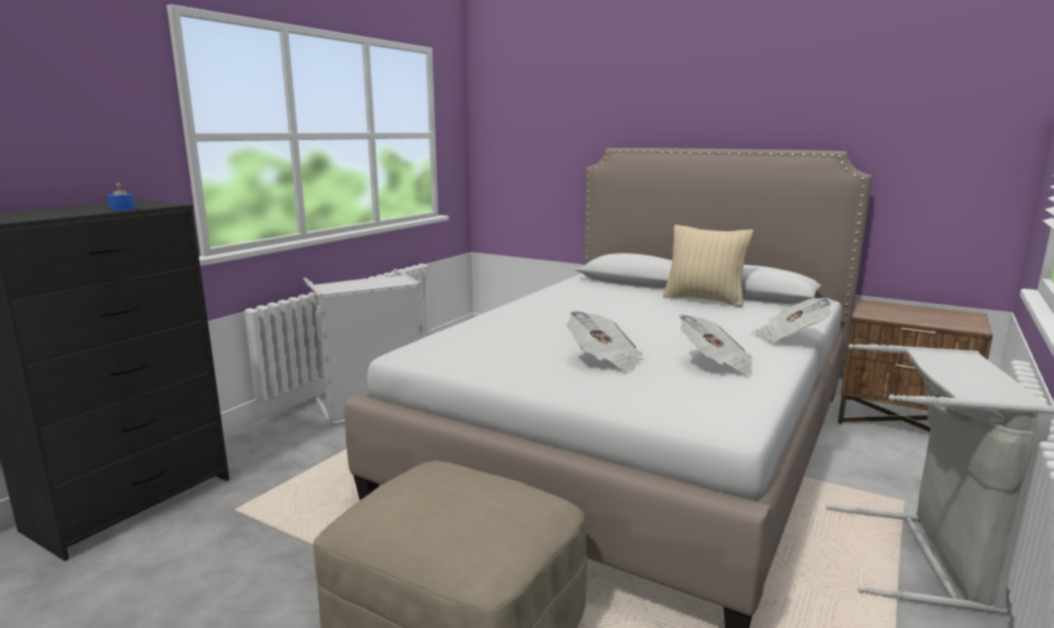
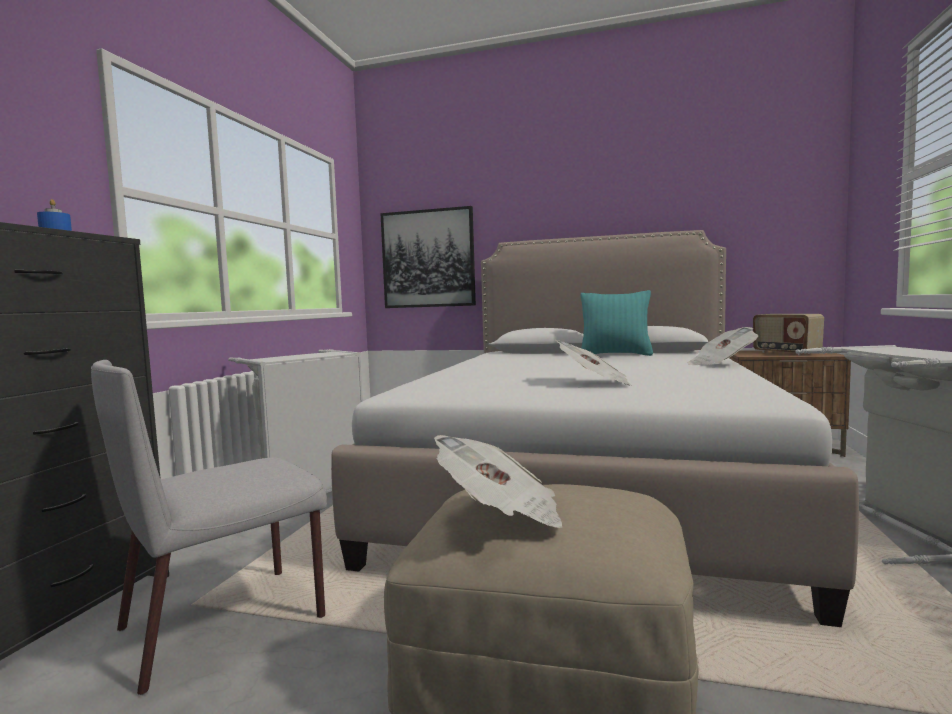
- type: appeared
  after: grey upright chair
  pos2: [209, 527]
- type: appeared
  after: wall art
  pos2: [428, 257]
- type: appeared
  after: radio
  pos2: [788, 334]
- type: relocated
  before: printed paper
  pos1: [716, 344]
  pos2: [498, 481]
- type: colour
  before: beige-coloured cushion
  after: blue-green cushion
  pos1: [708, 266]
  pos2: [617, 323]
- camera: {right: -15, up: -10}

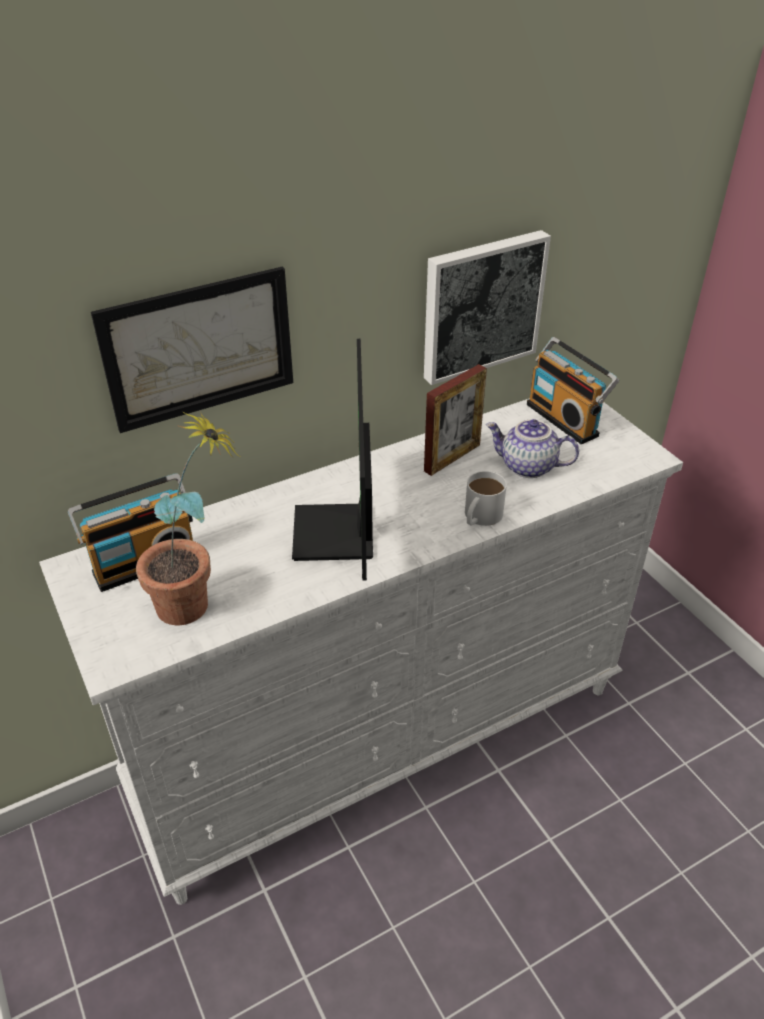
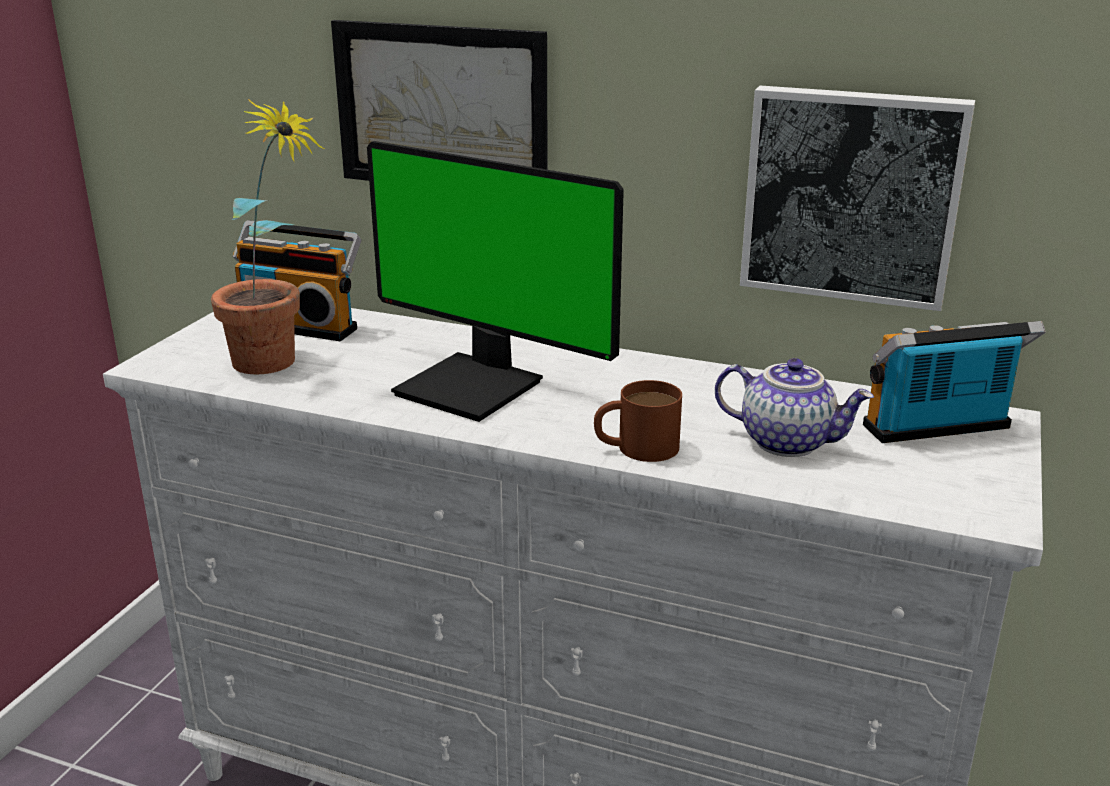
- type: missing
  before: standing frame
  pos1: [455, 420]
- type: colour
  before: white-coloured mug
  after: brown mug
  pos1: [486, 498]
  pos2: [638, 421]
- type: spun
  before: computer display
  pos1: [332, 459]
  pos2: [495, 281]
  turn: -105
- type: spun
  before: tea pot
  pos1: [532, 448]
  pos2: [794, 407]
  turn: 135
- type: spun
  before: radio
  pos1: [573, 390]
  pos2: [954, 382]
  turn: 60
- camera: {right: 50, up: -15}

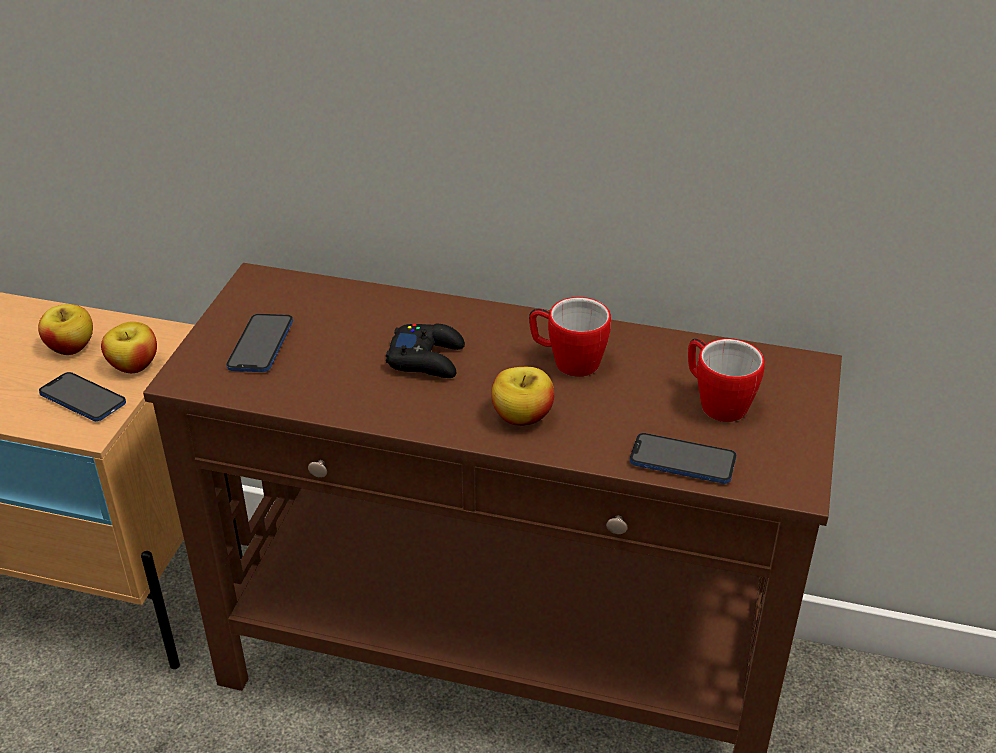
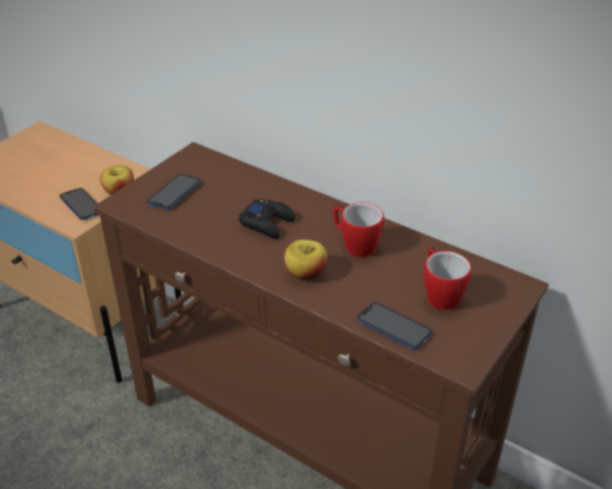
- type: missing
  before: apple
  pos1: [65, 329]
- camera: {right: 20, up: 0}

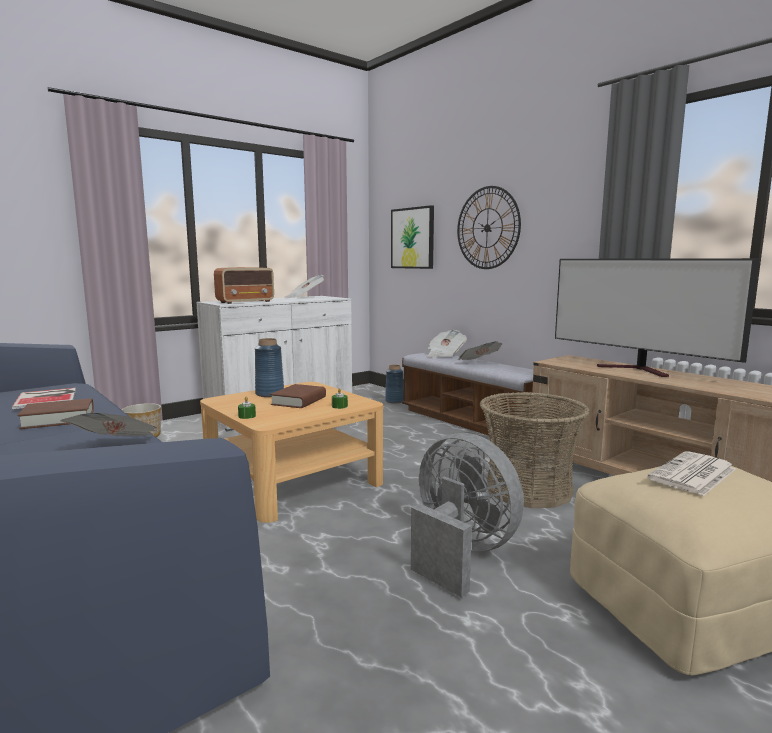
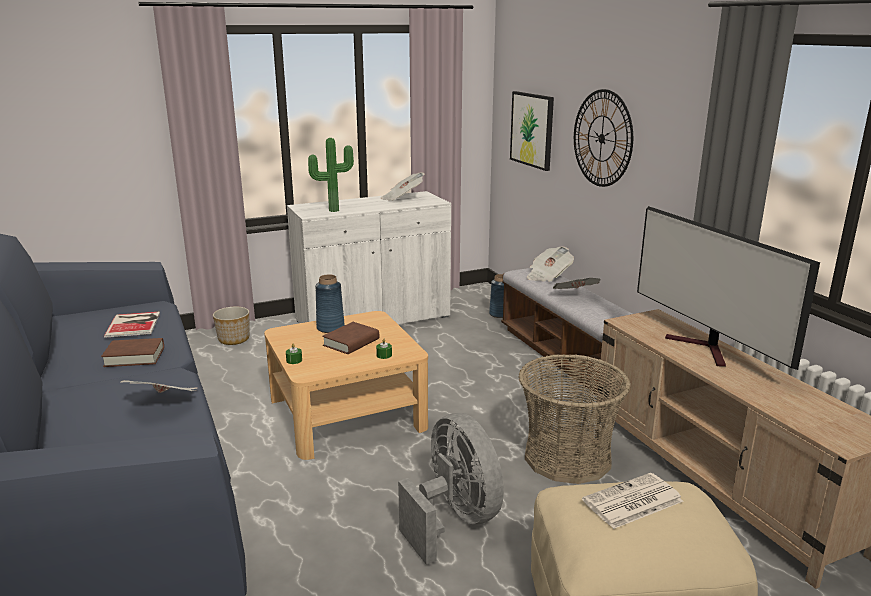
- type: exchanged
  before: radio
  after: potted plant
  pos1: [244, 285]
  pos2: [331, 175]
- camera: {right: 15, up: 10}

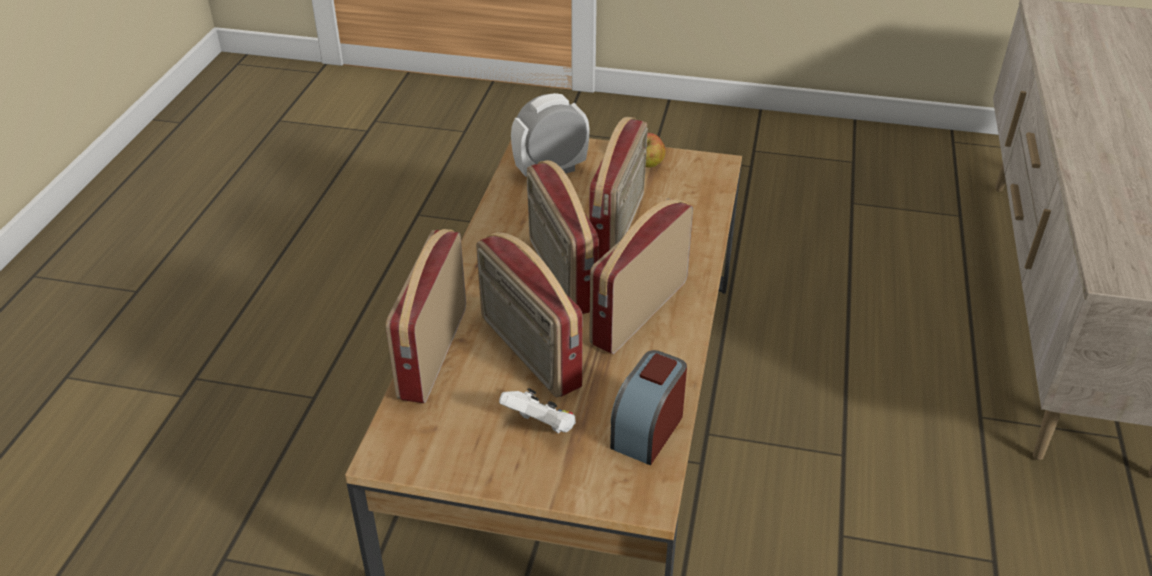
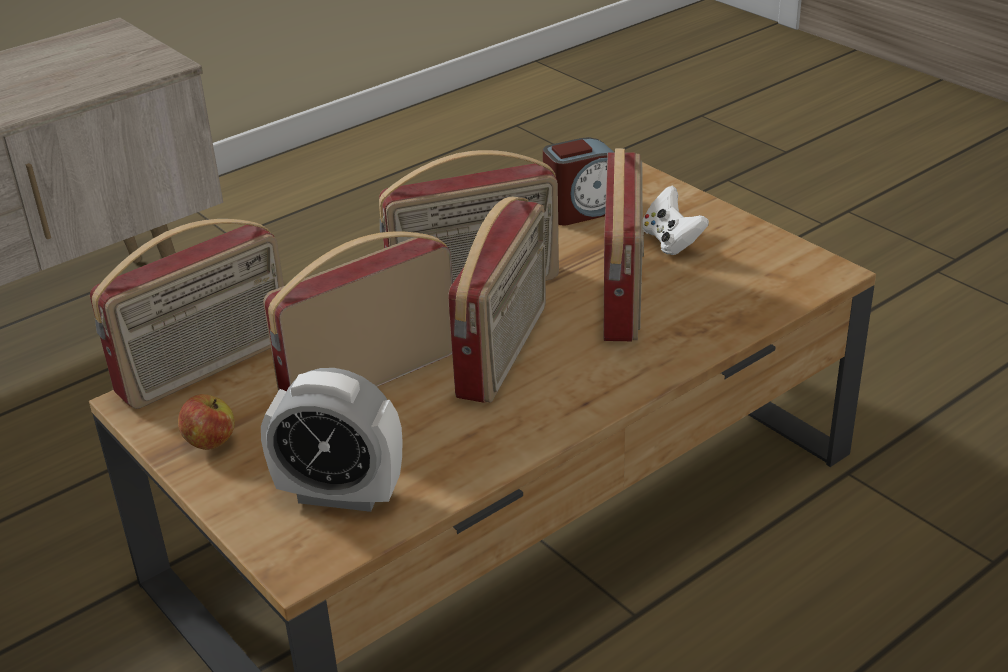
- type: relocated
  before: radio
  pos1: [426, 316]
  pos2: [187, 314]
- camera: {right: -140, up: -5}

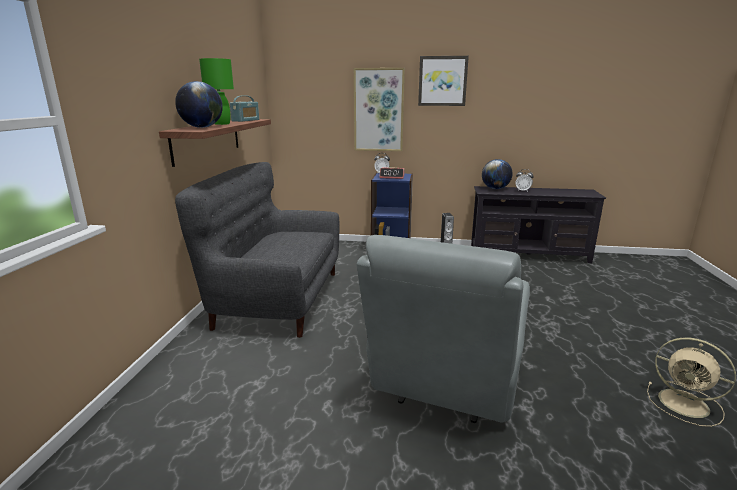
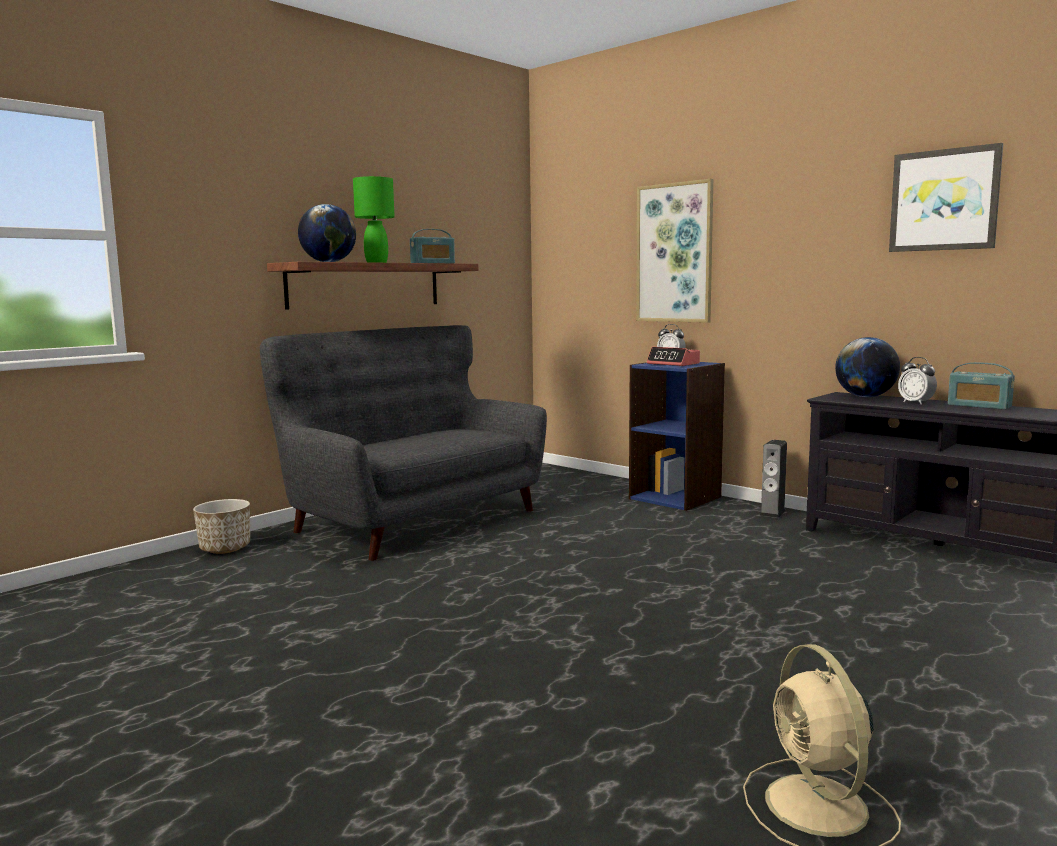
- type: missing
  before: grey lounge chair
  pos1: [443, 329]
- type: appeared
  after: flower pot
  pos2: [221, 526]
- type: appeared
  after: radio
  pos2: [981, 386]
- type: relocated
  before: wall art
  pos1: [443, 81]
  pos2: [946, 197]
- camera: {right: 35, up: -10}

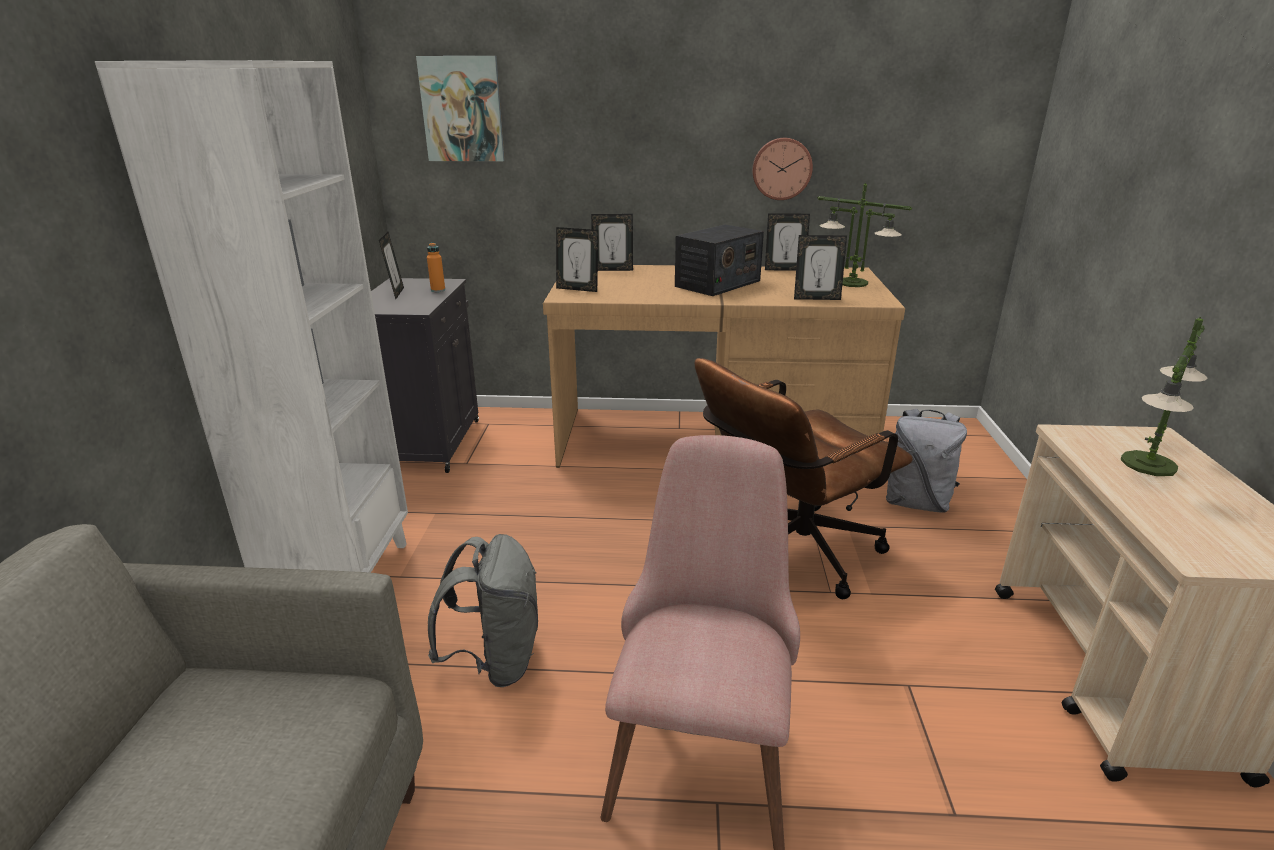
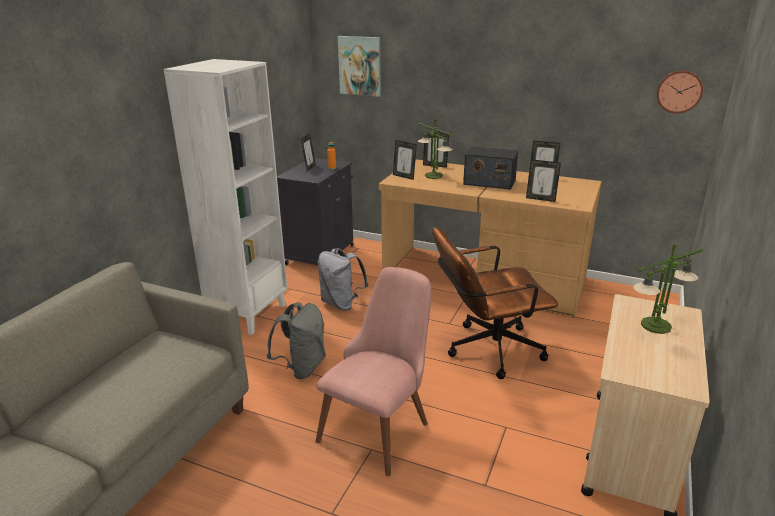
- type: relocated
  before: clock on the wall
  pos1: [782, 169]
  pos2: [680, 92]
- type: relocated
  before: table lamp
  pos1: [864, 235]
  pos2: [435, 148]
- type: relocated
  before: grey backpack
  pos1: [926, 461]
  pos2: [343, 279]
- type: spun
  before: radio
  pos1: [719, 260]
  pos2: [490, 168]
  turn: 45
- camera: {right: 20, up: 0}

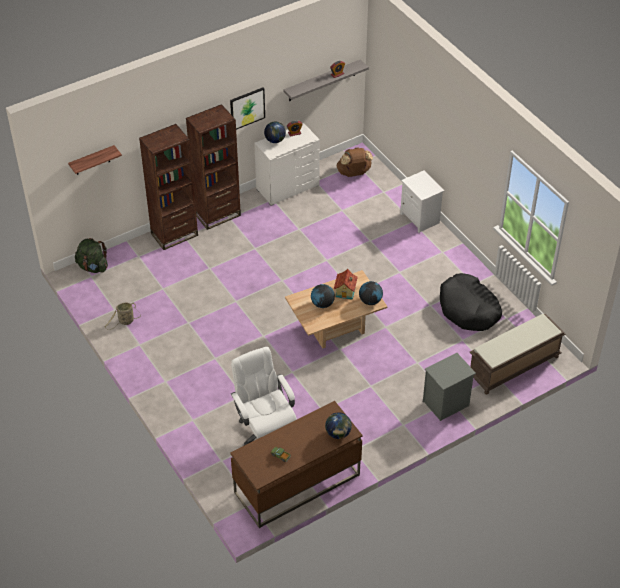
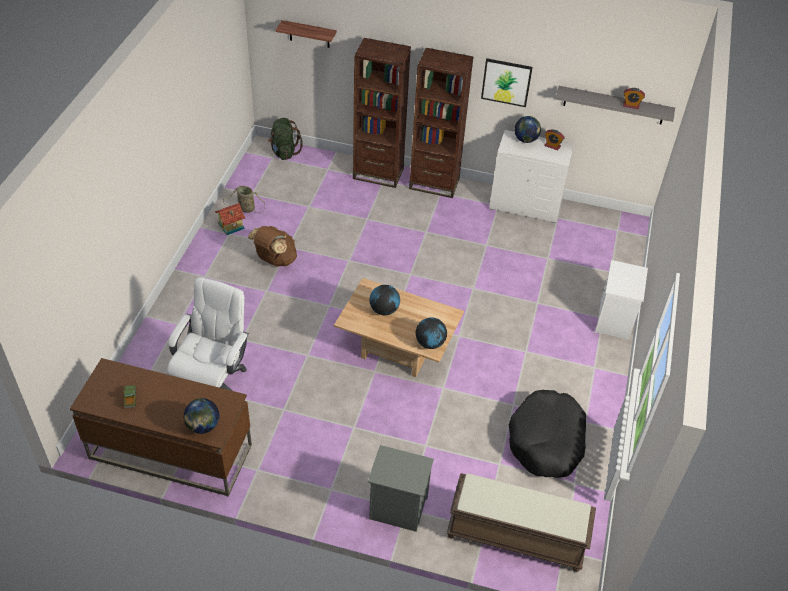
- type: relocated
  before: toy house
  pos1: [346, 284]
  pos2: [230, 219]
- type: relocated
  before: brown backpack
  pos1: [355, 162]
  pos2: [272, 246]
- camera: {right: 45, up: 0}

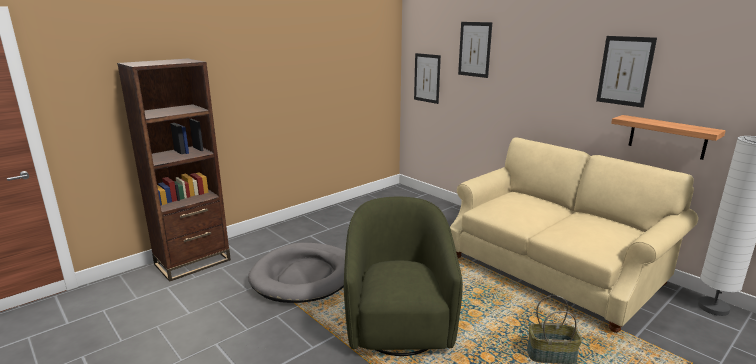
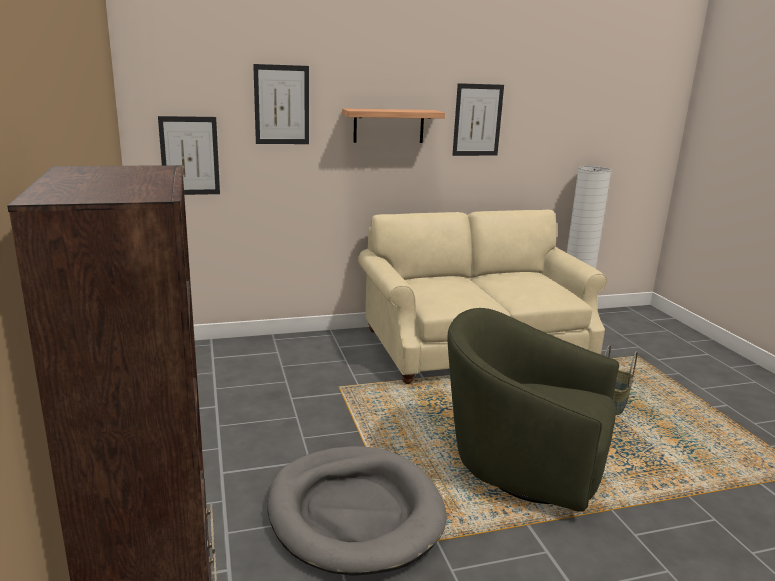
- type: relocated
  before: wall shelf
  pos1: [668, 137]
  pos2: [393, 125]
- camera: {right: -65, up: 0}

